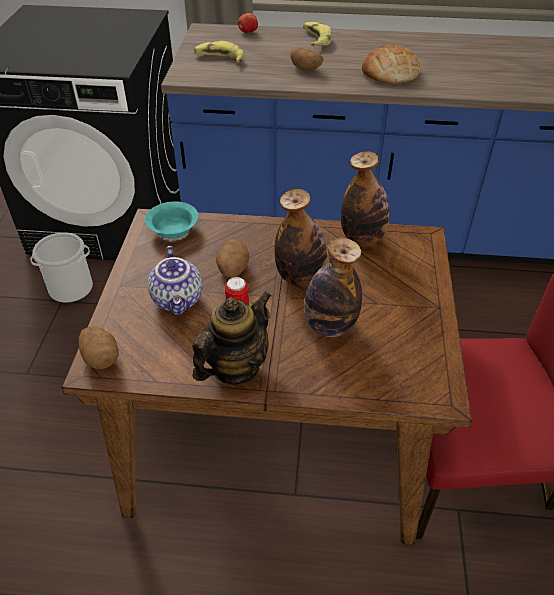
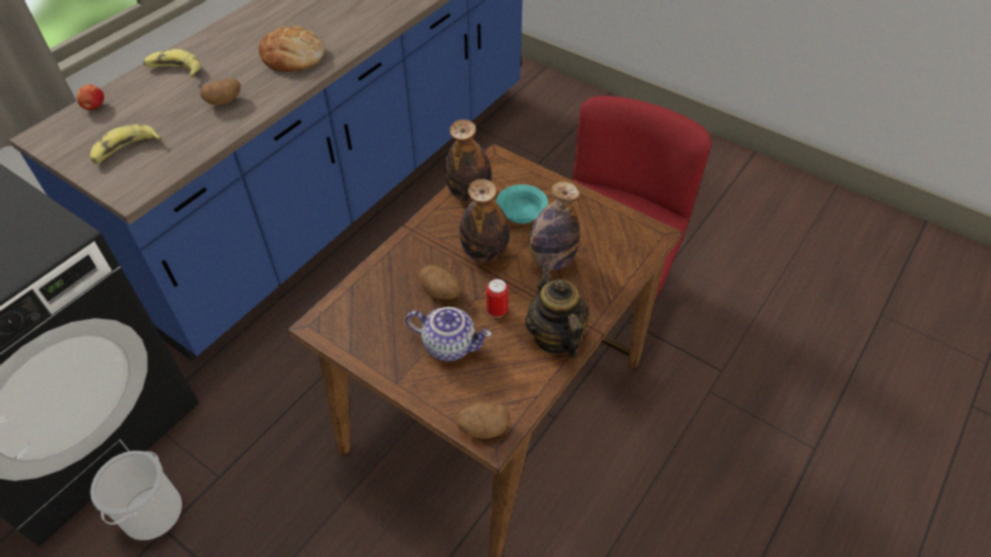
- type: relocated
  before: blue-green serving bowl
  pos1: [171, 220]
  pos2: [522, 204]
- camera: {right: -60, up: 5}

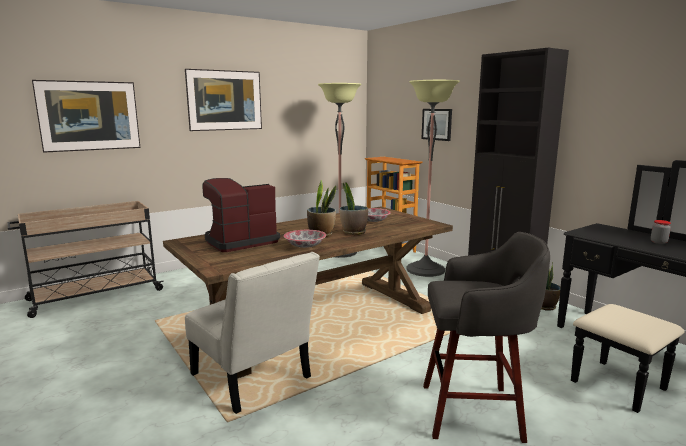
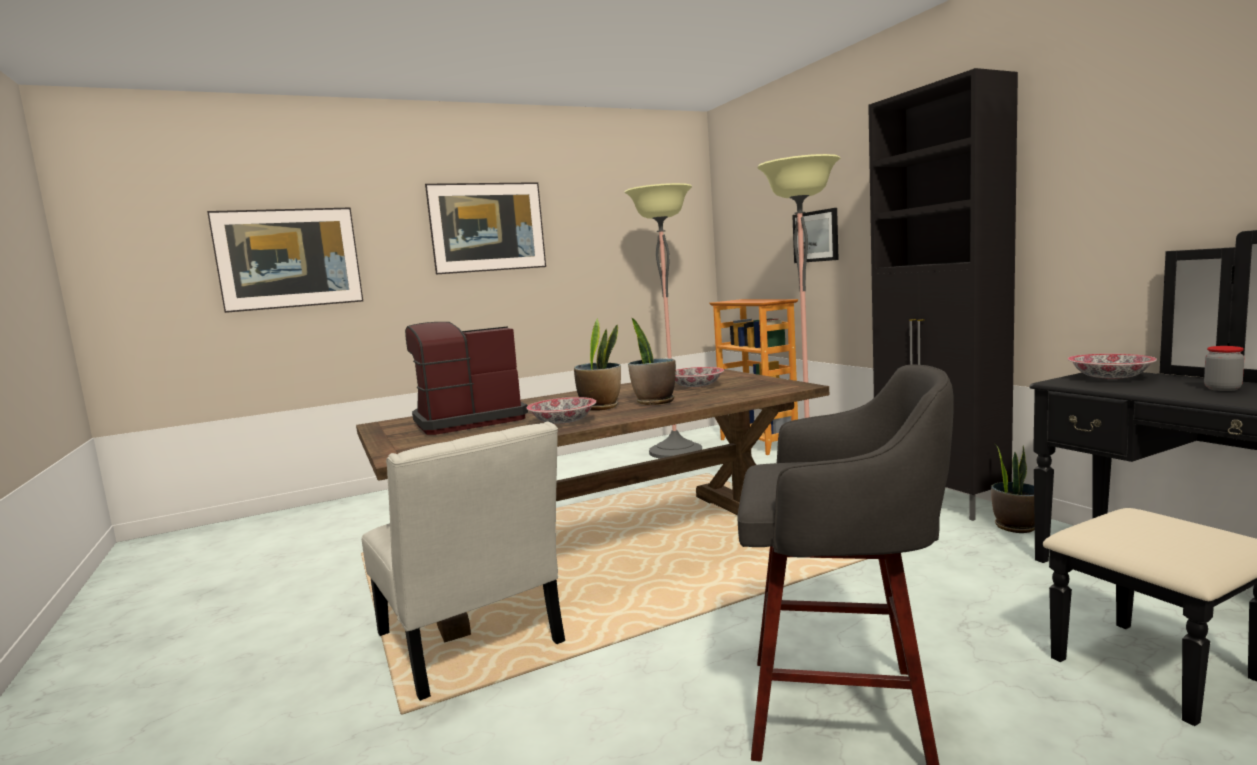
- type: missing
  before: beige-coloured wheeled cart
  pos1: [85, 259]
- type: appeared
  after: serving bowl
  pos2: [1112, 366]
- camera: {right: 10, up: -5}

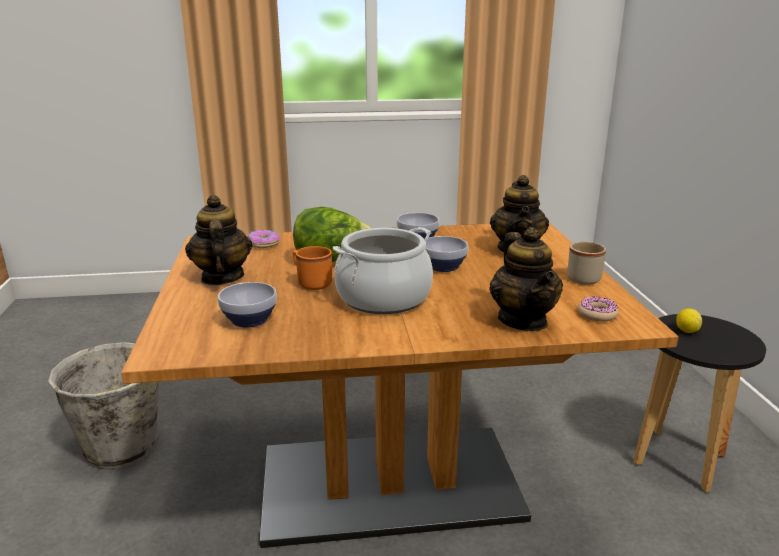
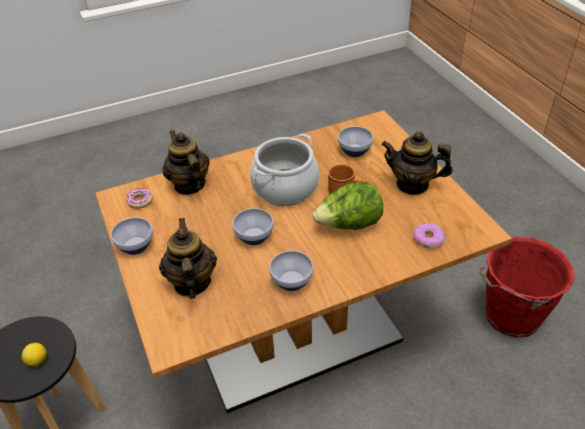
- type: exchanged
  before: beige-coloured mug
  after: serving bowl
  pos1: [586, 263]
  pos2: [132, 236]
- type: colour
  before: grey water bucket
  after: reddish water bucket
  pos1: [103, 406]
  pos2: [526, 287]
- type: spun
  before: tea pot
  pos1: [218, 240]
  pos2: [417, 163]
  turn: 135
- camera: {right: 165, up: 20}

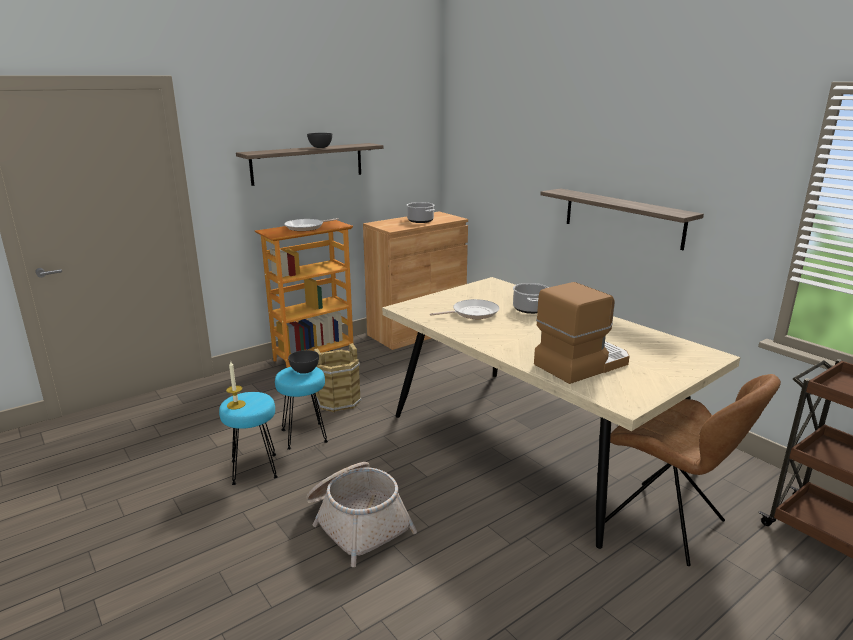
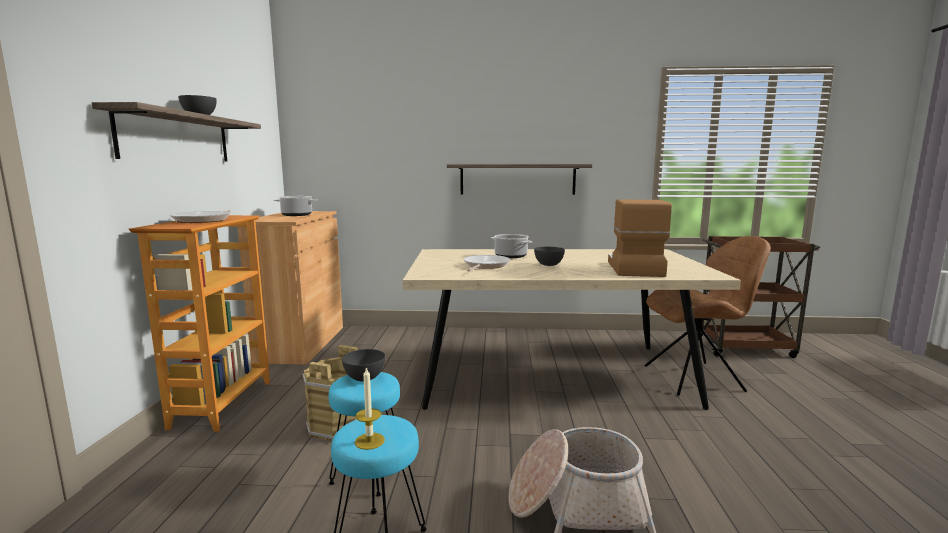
- type: appeared
  after: grey serving bowl
  pos2: [549, 256]
- camera: {right: -50, up: -10}

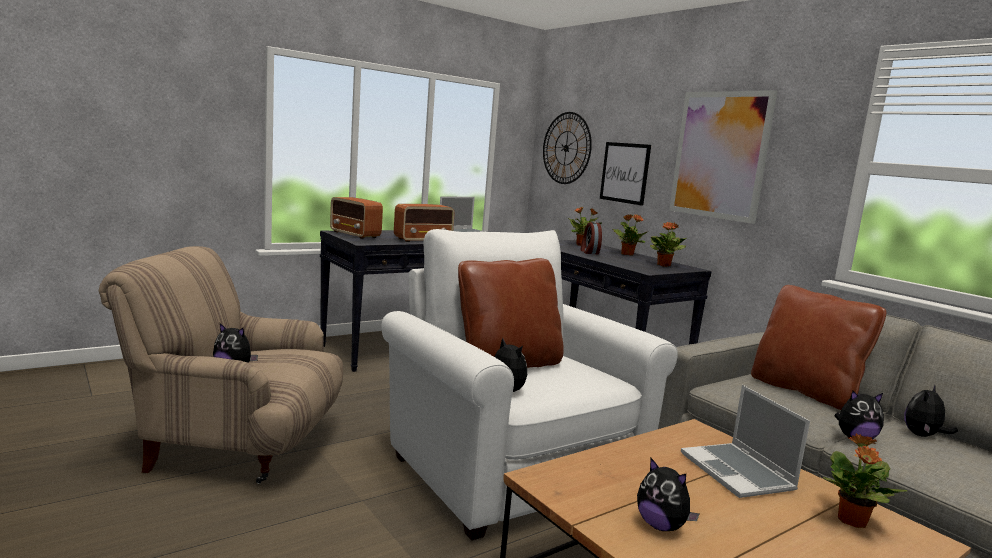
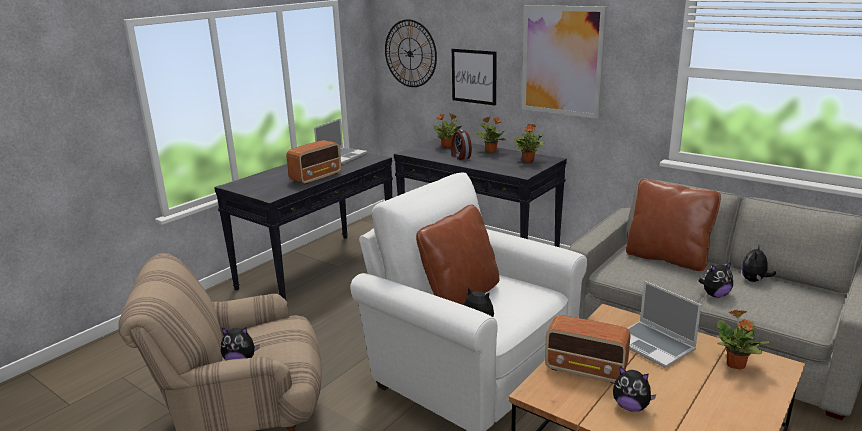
- type: relocated
  before: radio
  pos1: [356, 218]
  pos2: [588, 349]
- camera: {right: -15, up: 10}

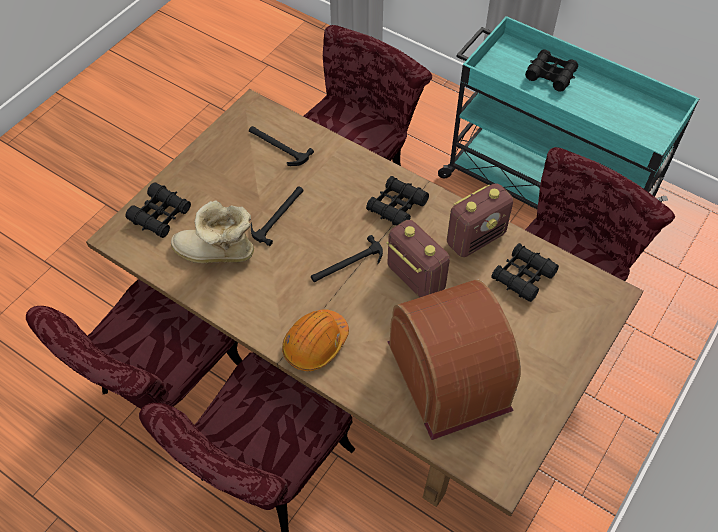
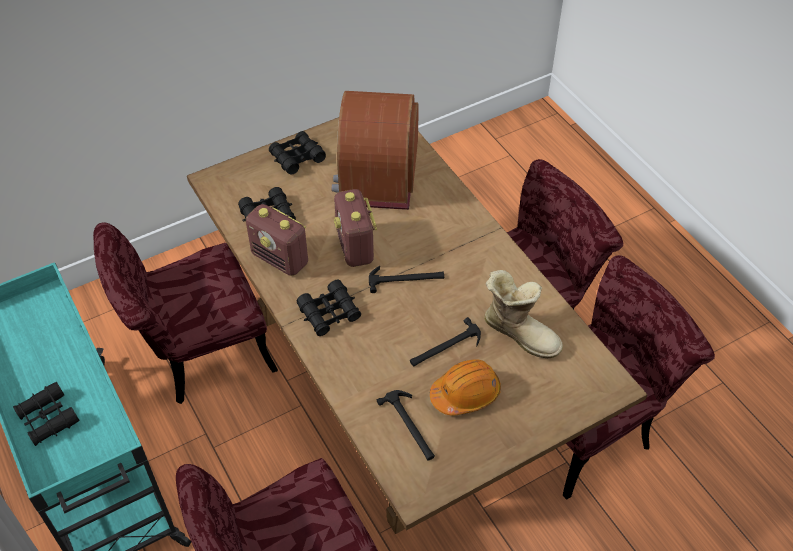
- type: relocated
  before: blackish pair of binoculars
  pos1: [158, 210]
  pos2: [297, 153]
- type: relocated
  before: orangey work helmet
  pos1: [315, 340]
  pos2: [465, 387]
- type: spun
  before: radio
  pos1: [480, 220]
  pos2: [277, 240]
  turn: -135
- camera: {right: -155, up: -5}

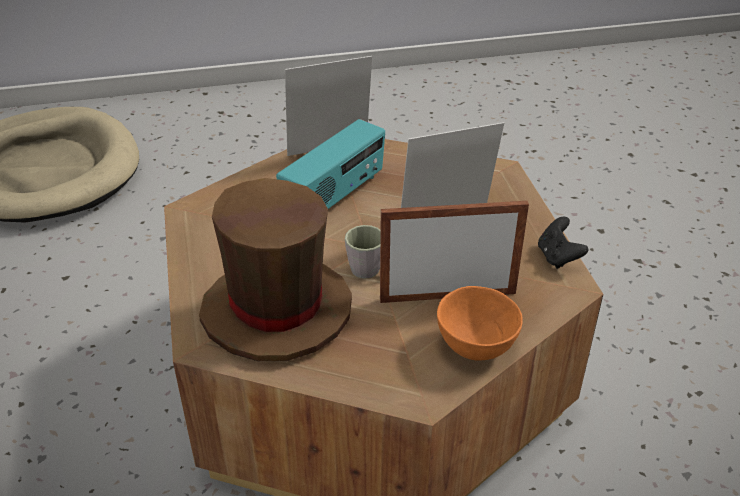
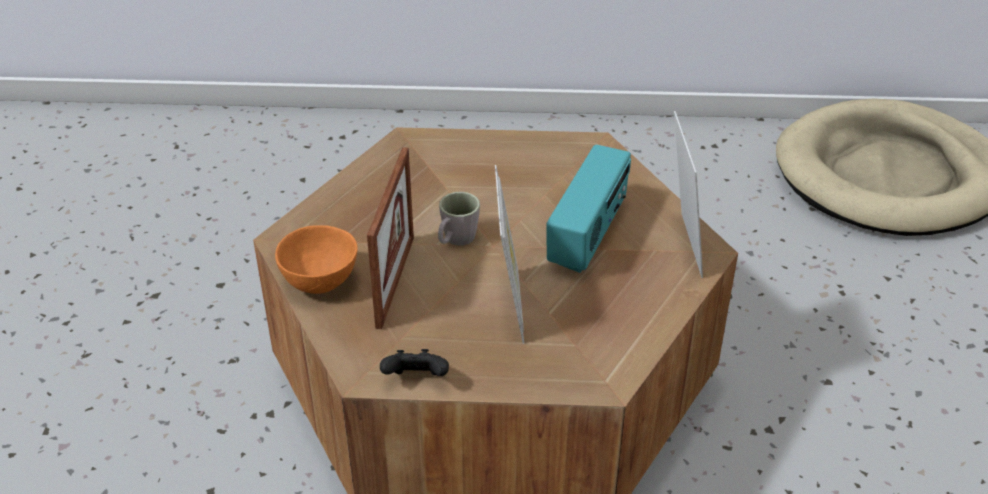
- type: missing
  before: brown hat
  pos1: [275, 269]
- type: spun
  before: radio
  pos1: [330, 164]
  pos2: [588, 208]
  turn: -120
- camera: {right: 105, up: 0}

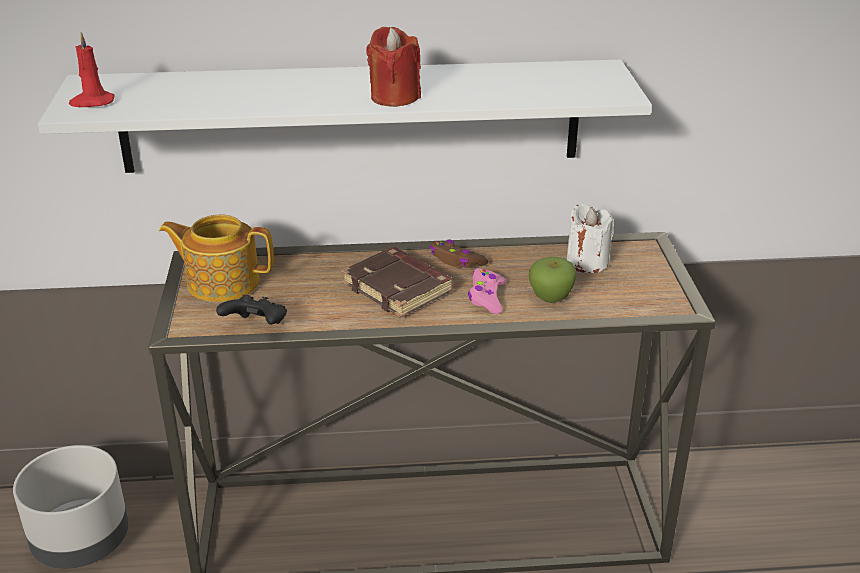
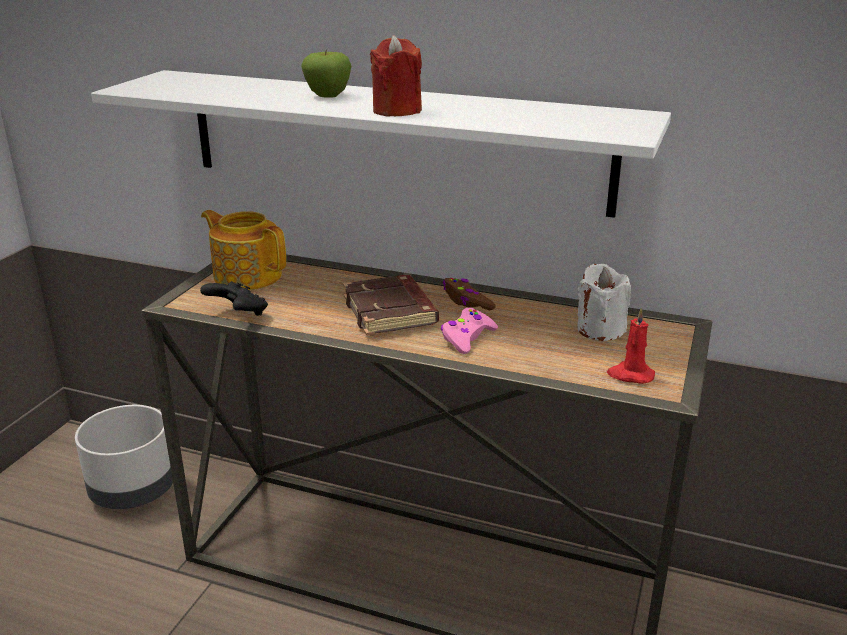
- type: relocated
  before: reddish candle
  pos1: [91, 69]
  pos2: [631, 346]
- type: relocated
  before: apple
  pos1: [553, 280]
  pos2: [326, 74]
- camera: {right: 25, up: -5}

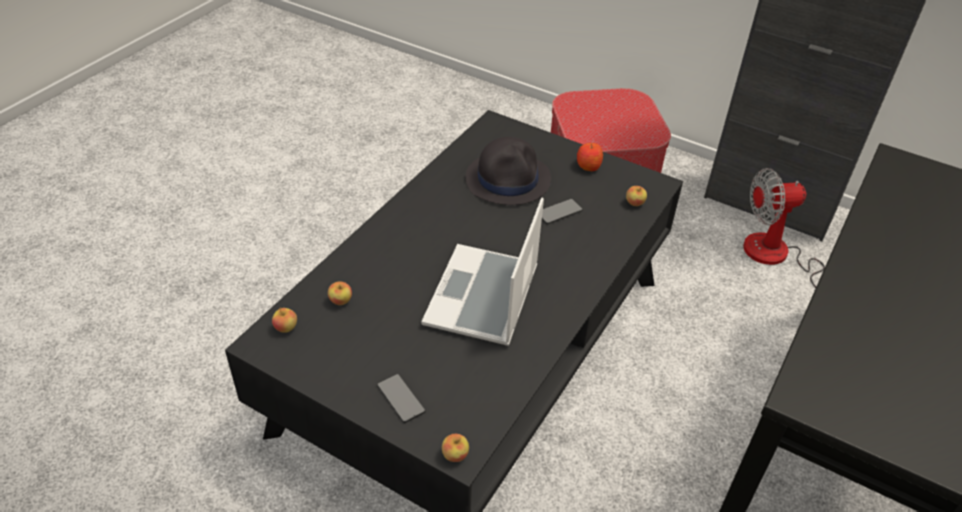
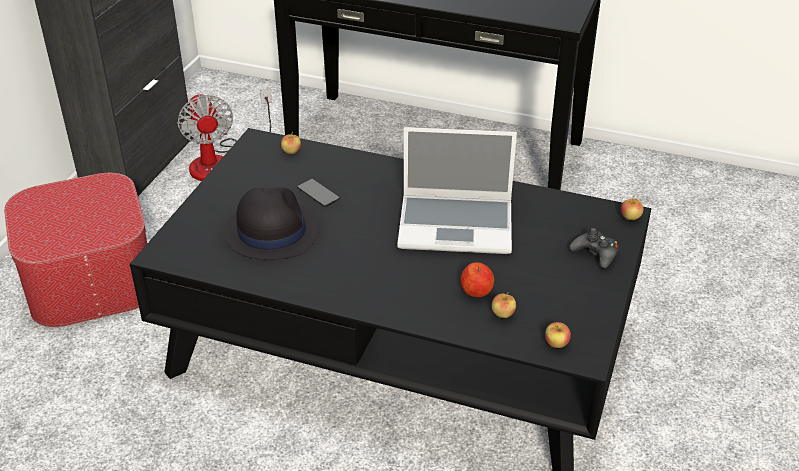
- type: relocated
  before: apple
  pos1: [590, 157]
  pos2: [477, 279]
- type: exchanged
  before: telephone
  after: blackish game controller
  pos1: [401, 398]
  pos2: [594, 248]
- camera: {right: -100, up: -5}

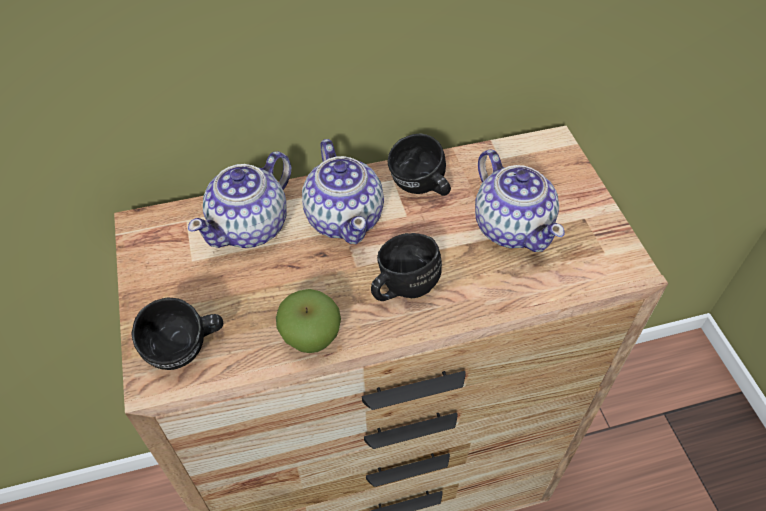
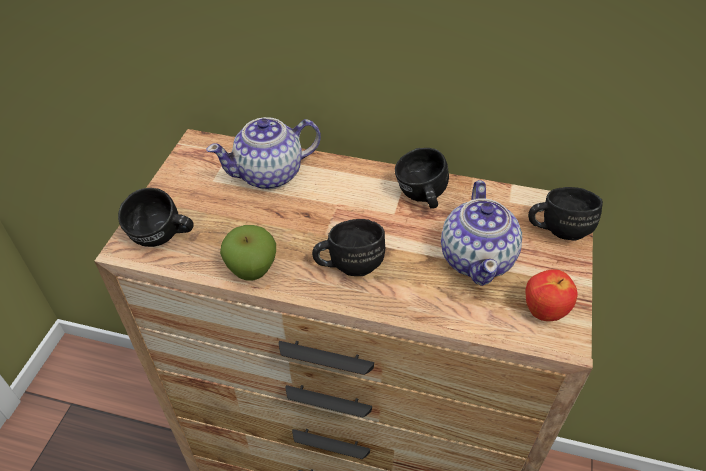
- type: missing
  before: tea pot
  pos1: [343, 191]
- type: appeared
  after: apple
  pos2: [552, 295]
- type: appeared
  after: blackish mug
  pos2: [565, 214]
- camera: {right: 30, up: -5}

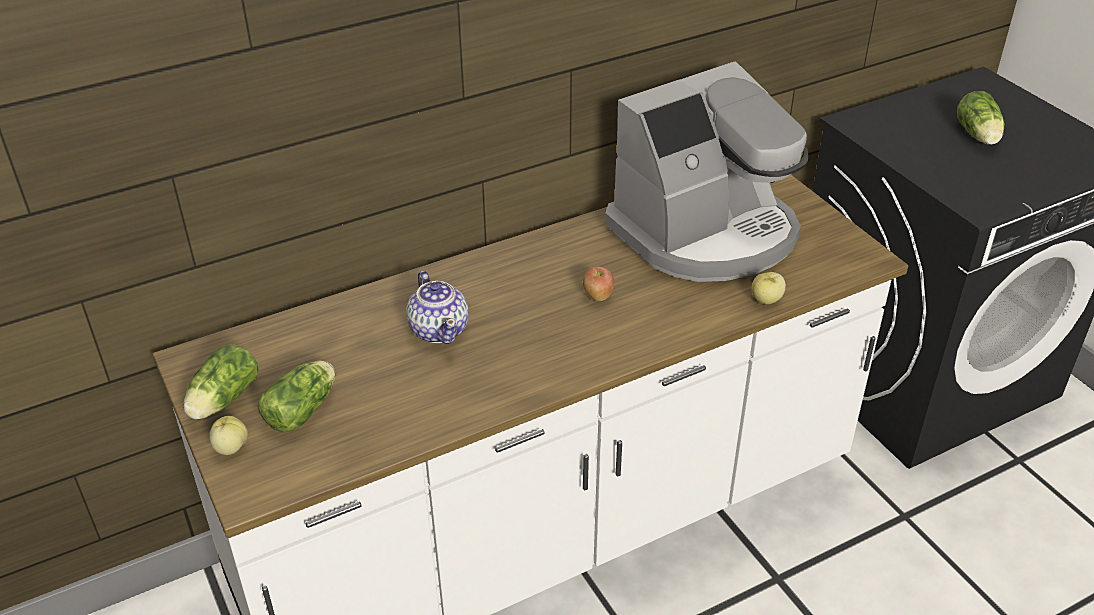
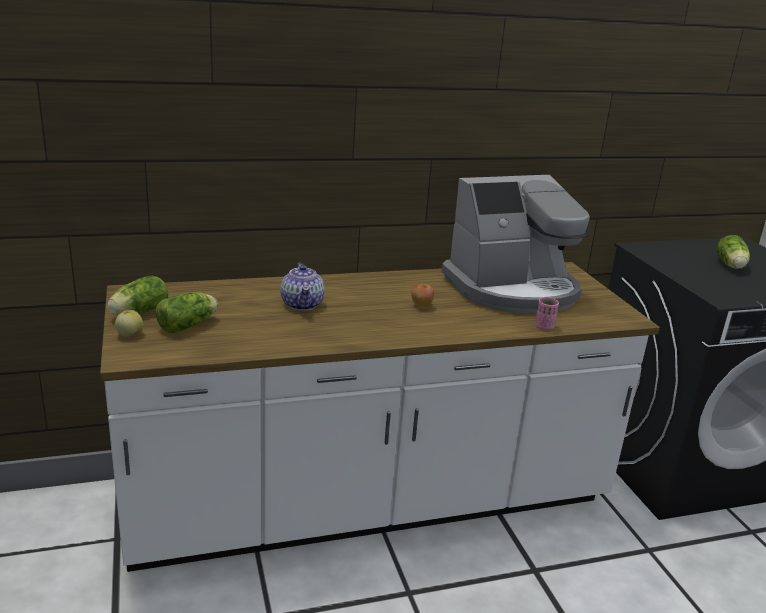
- type: exchanged
  before: apple
  after: pink-coloured drinking cup
  pos1: [768, 288]
  pos2: [547, 313]
- camera: {right: 10, up: -15}

